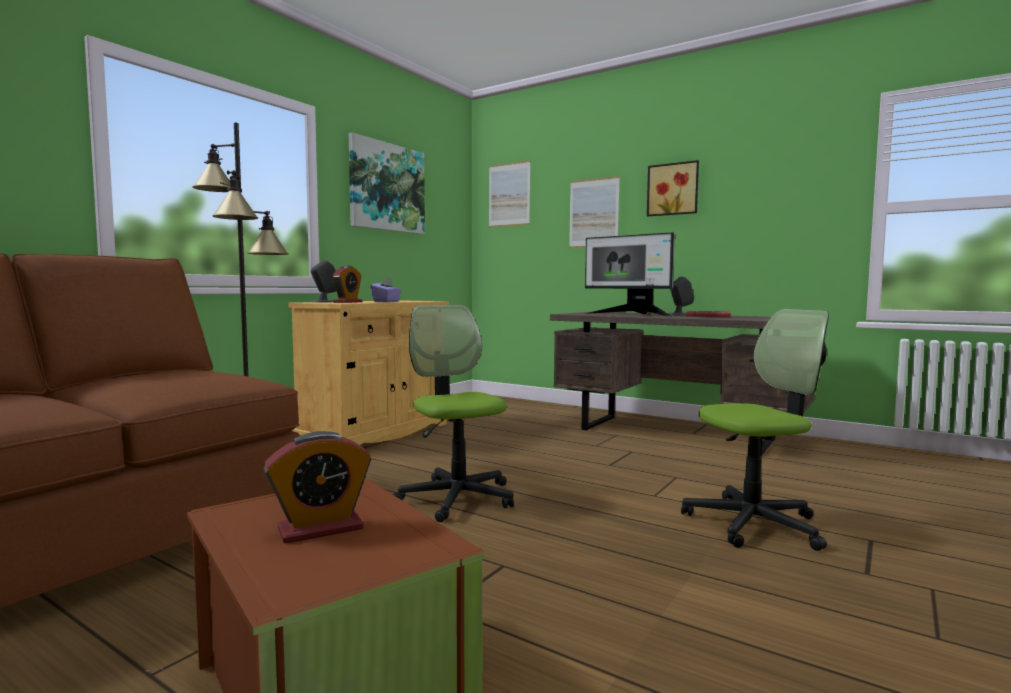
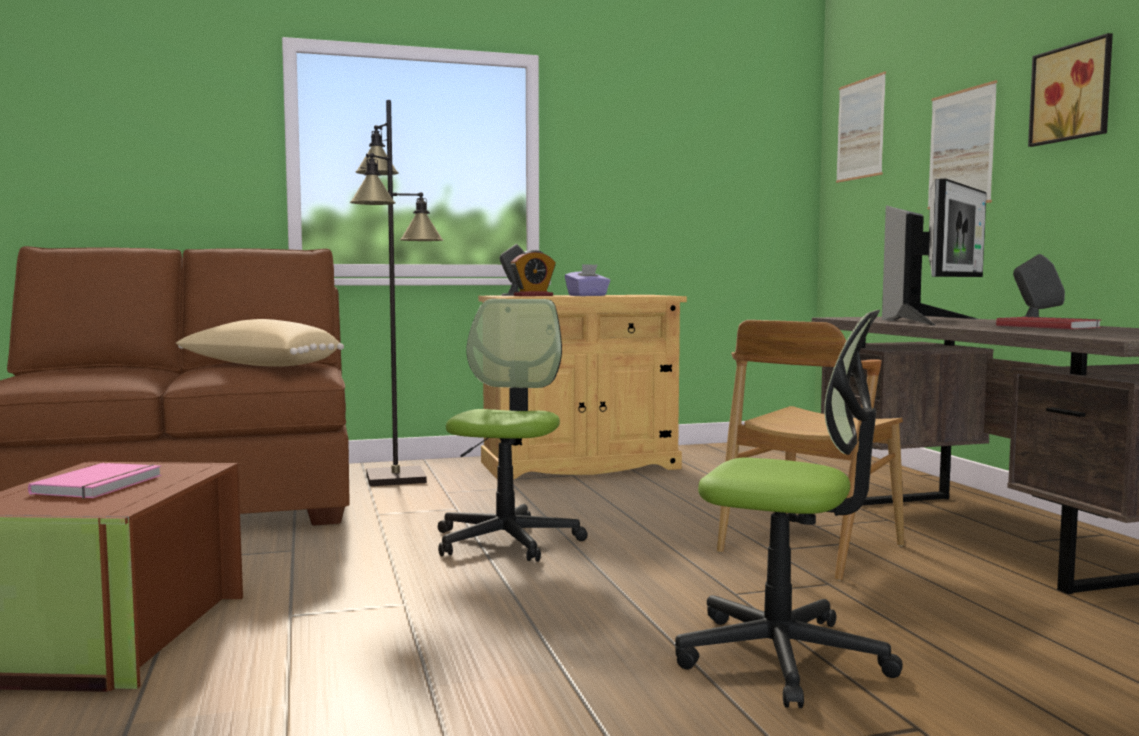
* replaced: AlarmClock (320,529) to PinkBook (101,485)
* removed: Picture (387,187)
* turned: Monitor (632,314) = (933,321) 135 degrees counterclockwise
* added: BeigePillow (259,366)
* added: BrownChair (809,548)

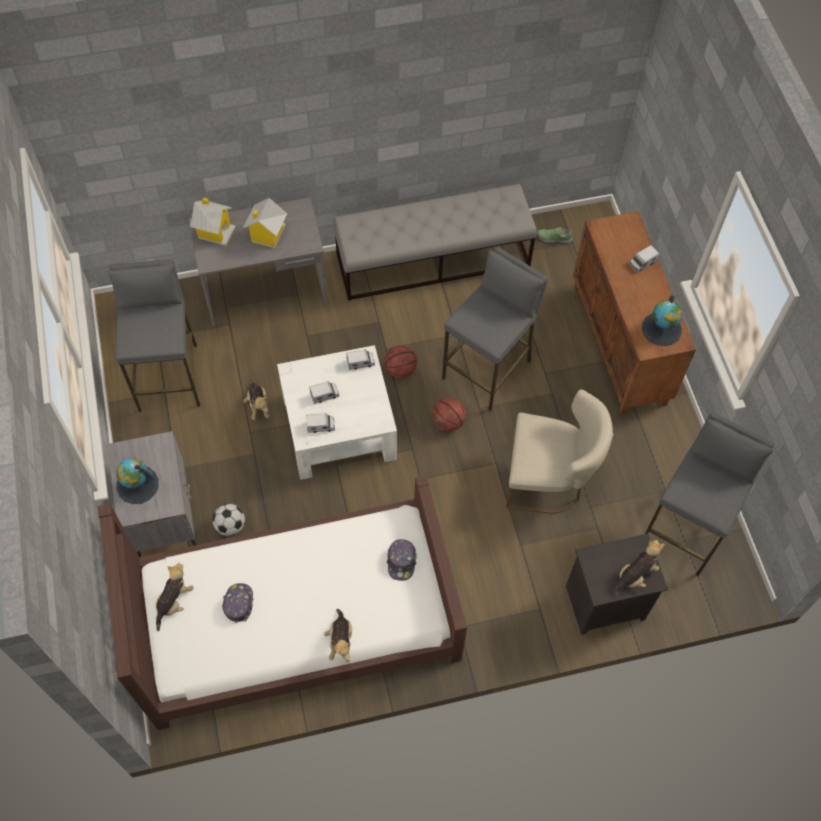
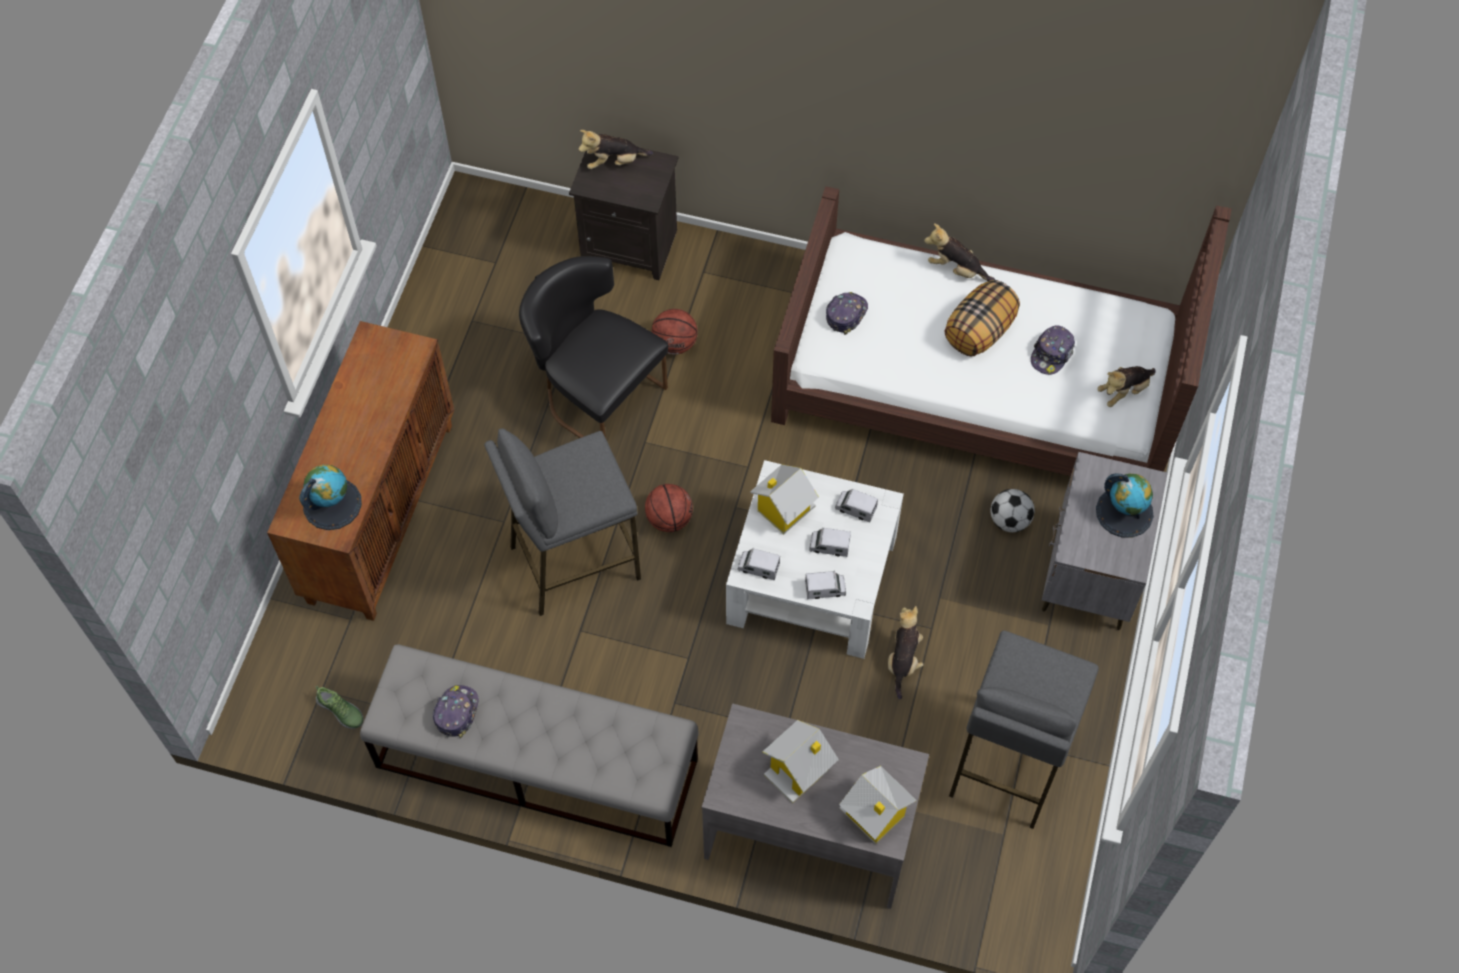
* turned: PlushToy (340,641) = (956,269) 90 degrees counterclockwise
* moved: Basketball (400,370) to (675,344)
* recoloured: BeigeChair (549,480) to BlackChair (595,393)
* moved: ToyTruck (642,263) to (825,589)
* moved: Globe (662,329) to (332,503)
* removed: GreyStool (686,528)
* added: Cap (456,712)
* added: ToyHouse (783,510)
* added: Pillow (979,332)

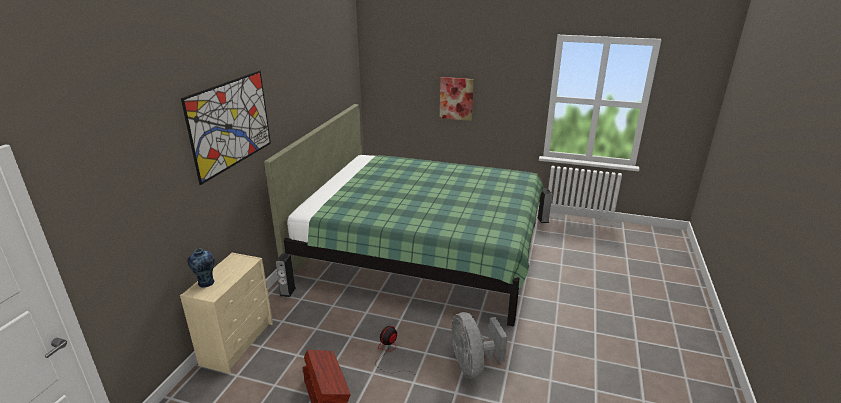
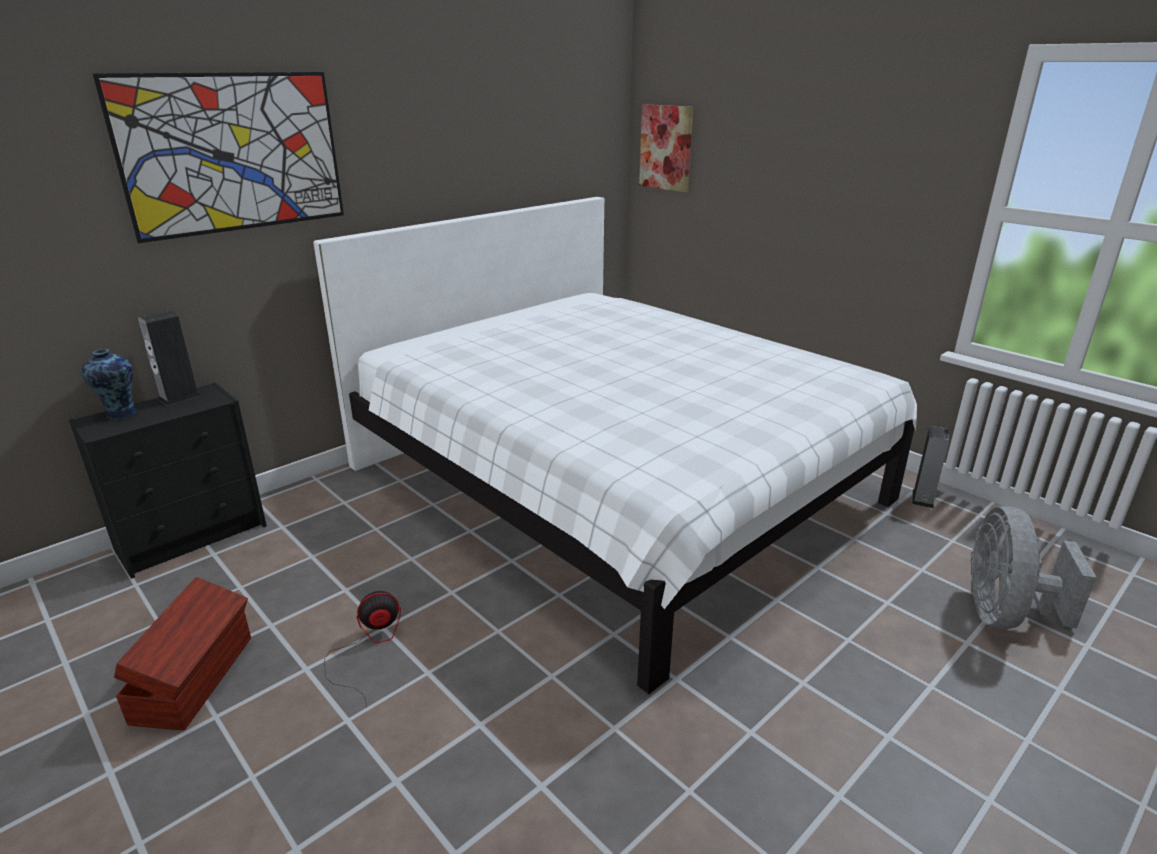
* recoloured: BeigeDresser (238,343) to BlackDresser (194,537)
* recoloured: GreenBed (422,250) to WhiteBed (614,484)
* moved: Speaker (288,291) to (179,397)
* moved: Picture (456,98) to (666,148)
* moved: GreyFan (473,365) to (1004,614)

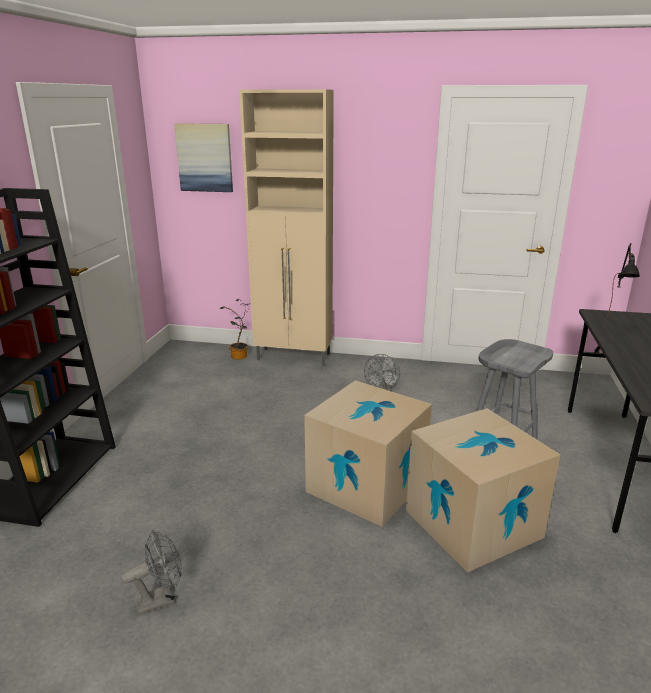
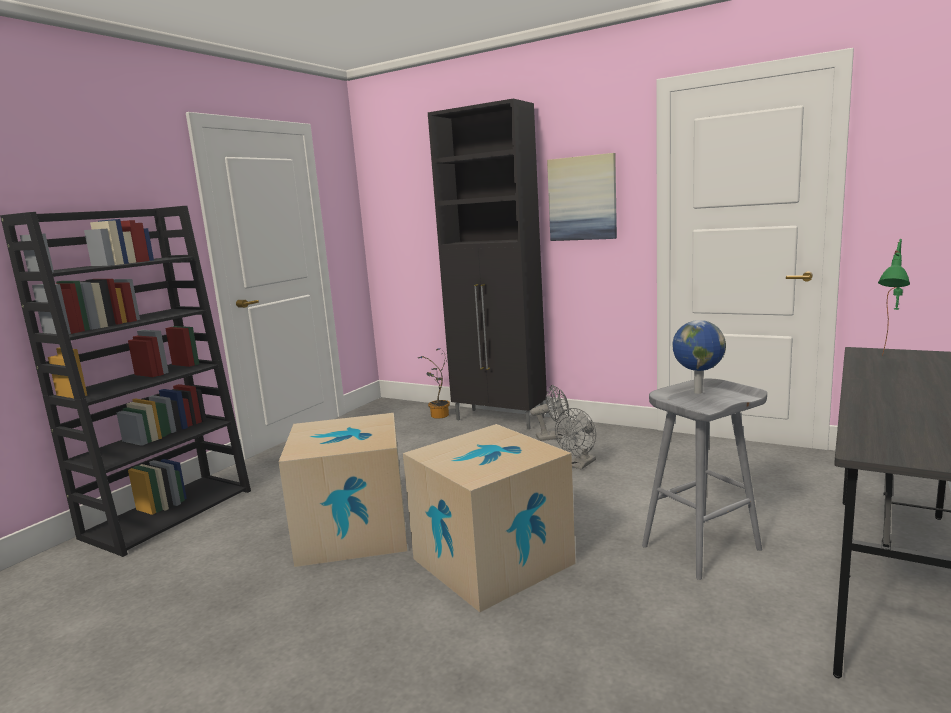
* moved: GreyFan (161,599) to (553,437)
* moved: Picture (205,158) to (582,198)
* recoloured: BeigeCabinet (294,357) to BlackCabinet (500,419)
* moved: CardboardBox (472,523) to (353,531)
* recoloured: BlackTableLamp (615,324) to GreenTableLamp (890,362)
* added: Globe (696,392)

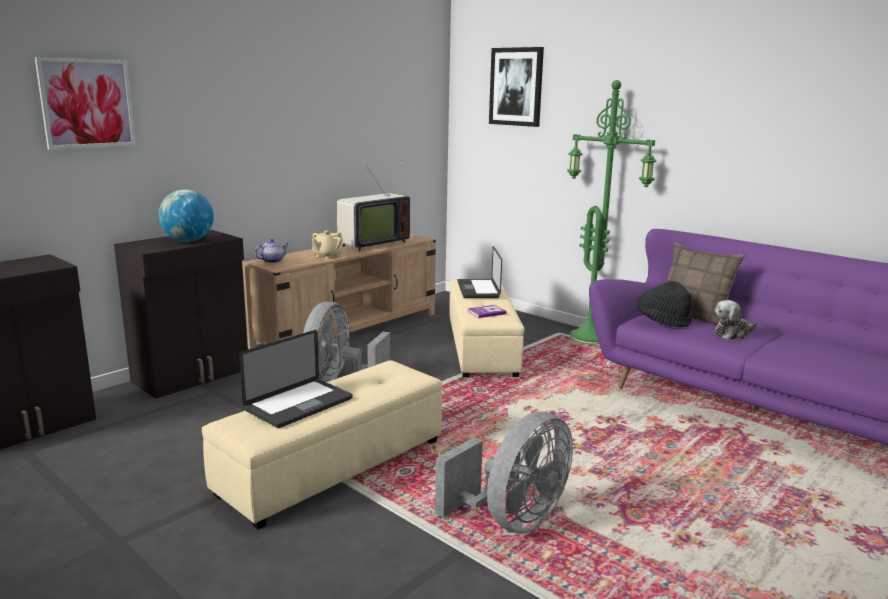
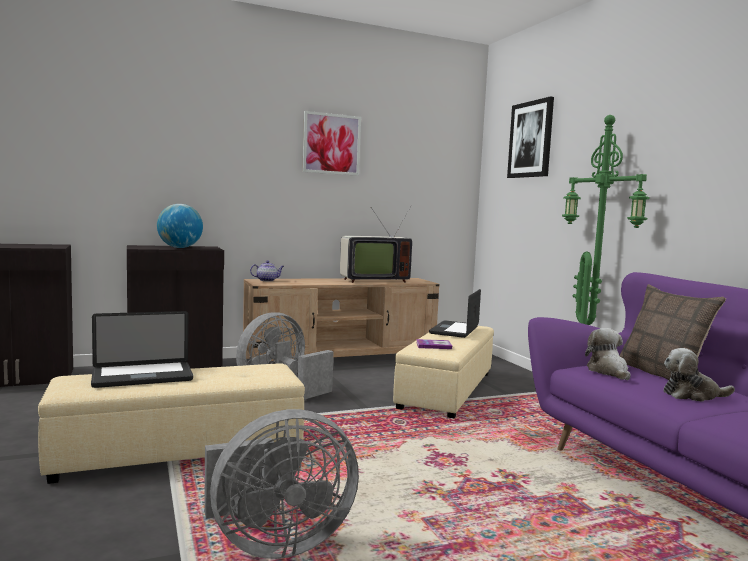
* moved: Picture (87,103) to (331,144)
* removed: BeigeTeapot (327,256)
* replaced: BlackHat (661,321) to PlushToy (608,371)

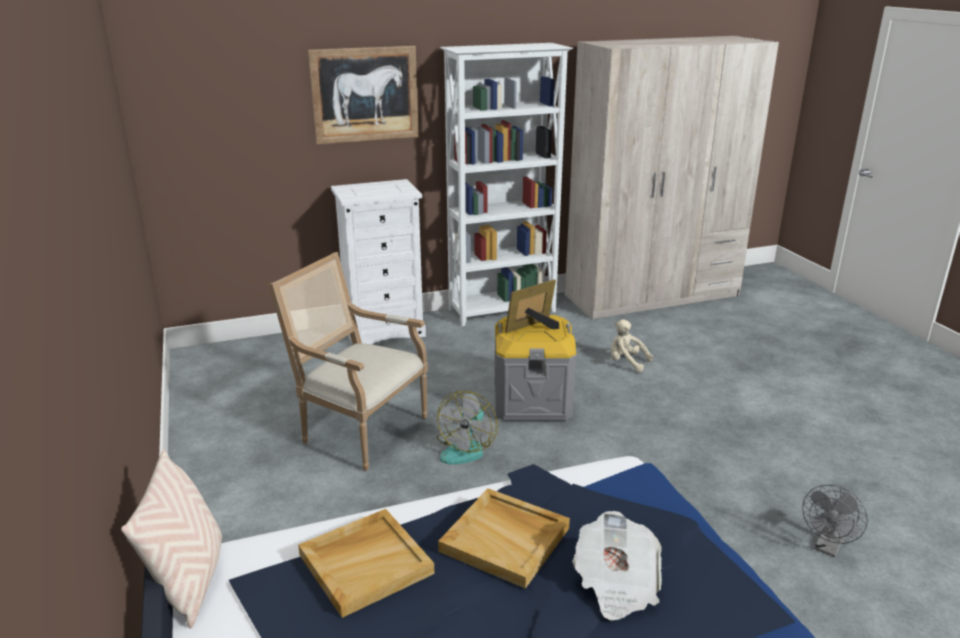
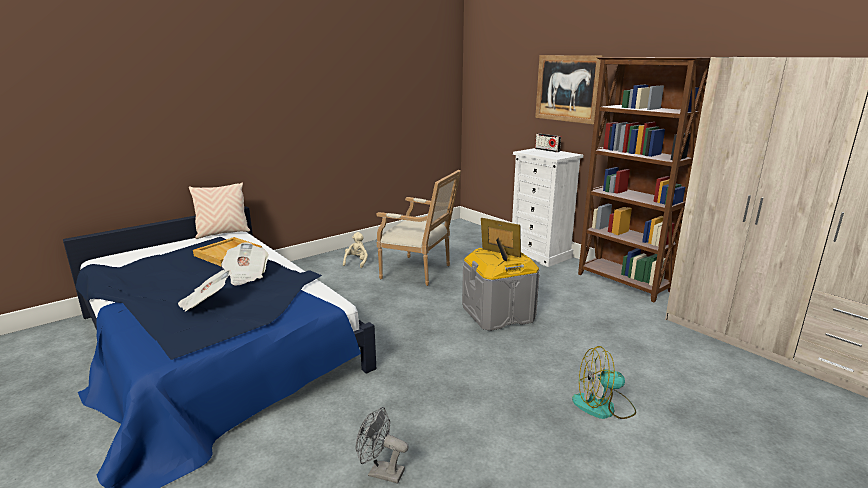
* turned: Armchair (359,430) = (420,272) 105 degrees clockwise
* moved: Fan (466,448) to (603,406)
* replaced: BeigeTray (506,539) to Newspaper (246,275)
* recoloured: WhiteBookcase (503,311) to BrownBookcase (623,283)
* moved: BeigePlushToy (626,362) to (356,262)
* added: Radio (547,150)

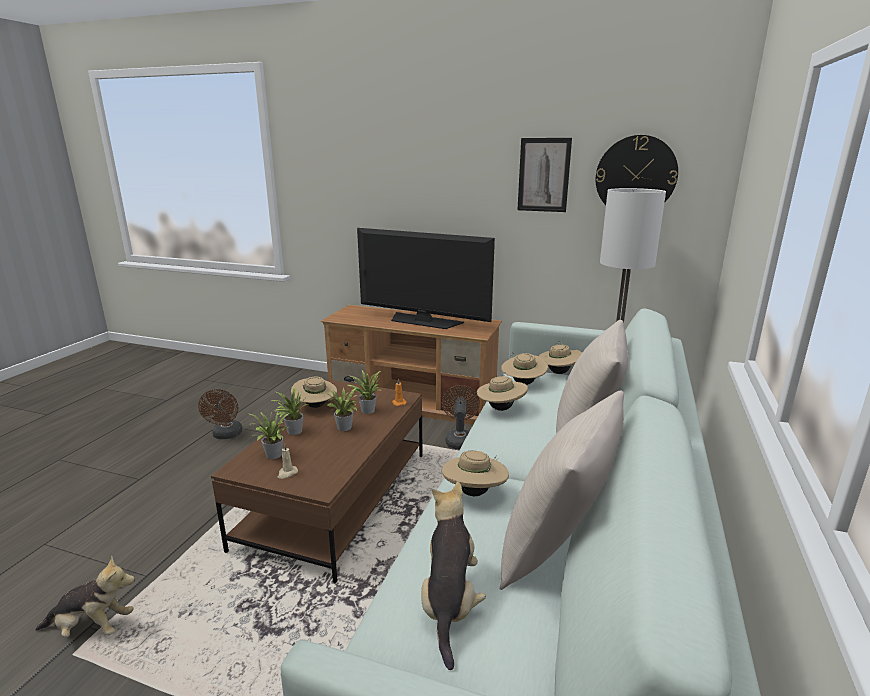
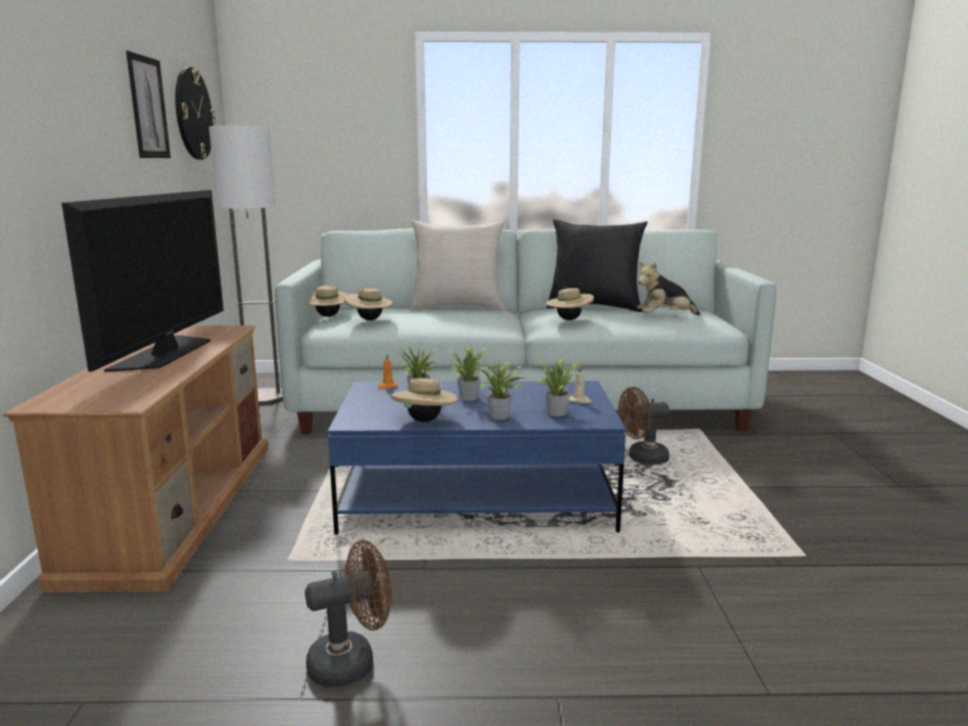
* removed: PlushToy (92,627)
* recoloured: BrownCoffeeTable (336,498) to BlueCoffeeTable (477,499)
* moved: BrownFan (459,439) to (642,459)
* removed: BeigeHat (501,408)
* recoloured: BeigePillow (557,547) to BlackPillow (594,307)

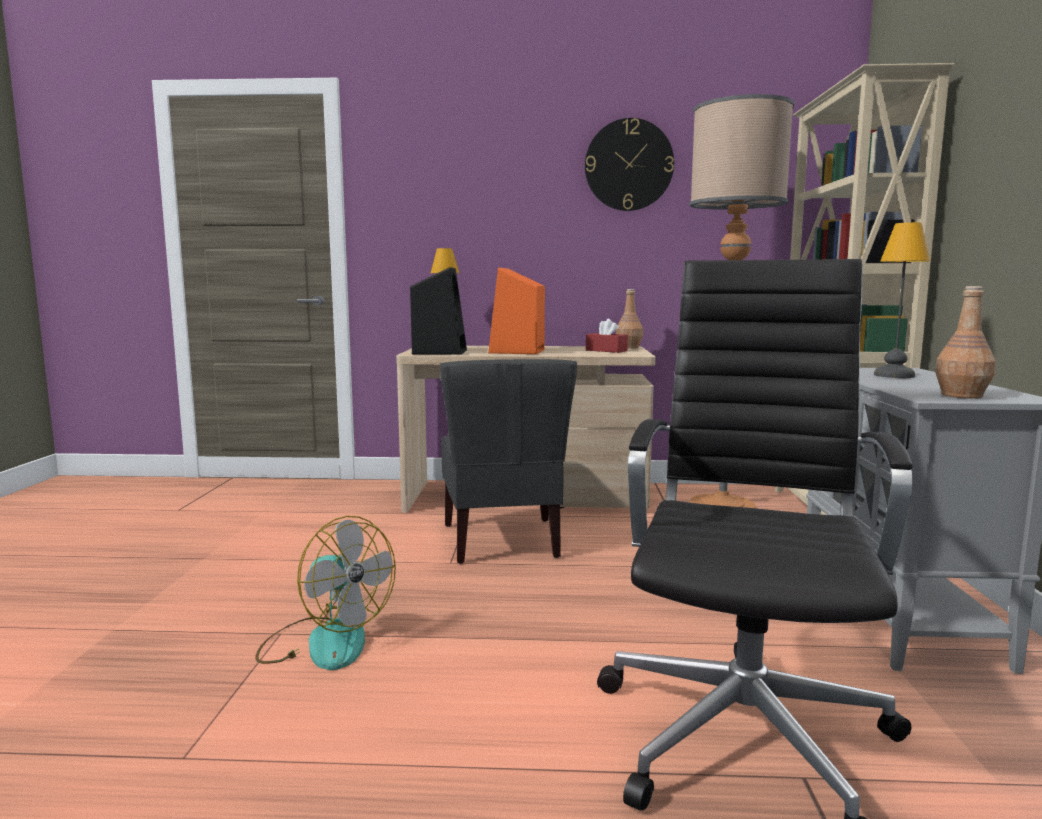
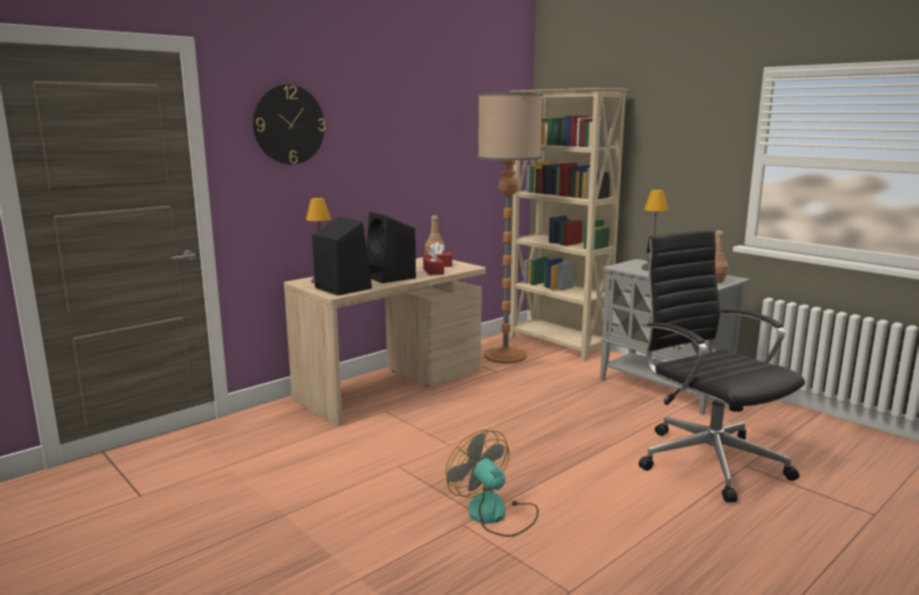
* turned: Fan (325,641) = (495,514) 120 degrees counterclockwise
* removed: GreyChair (502,541)
* recoloured: OrangeSpeaker (517,351) to BlackSpeaker (391,277)
* moved: WallClock (629,165) to (289,125)
* added: RedTissueBox (433,271)

